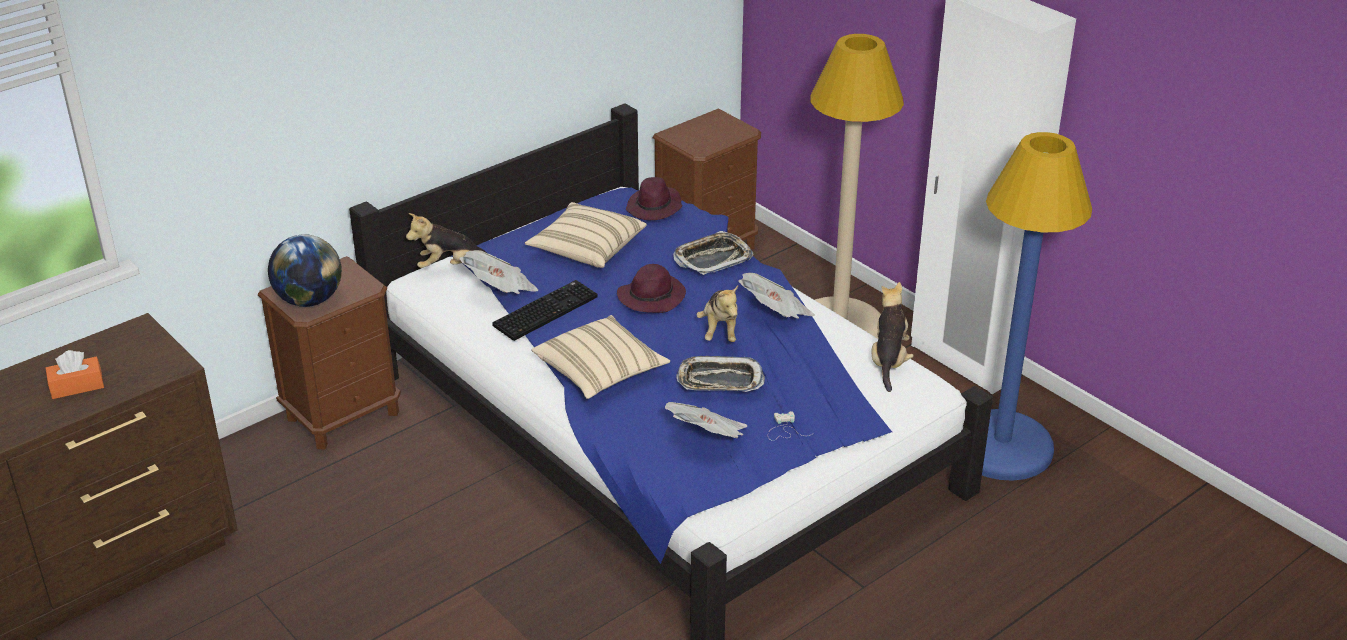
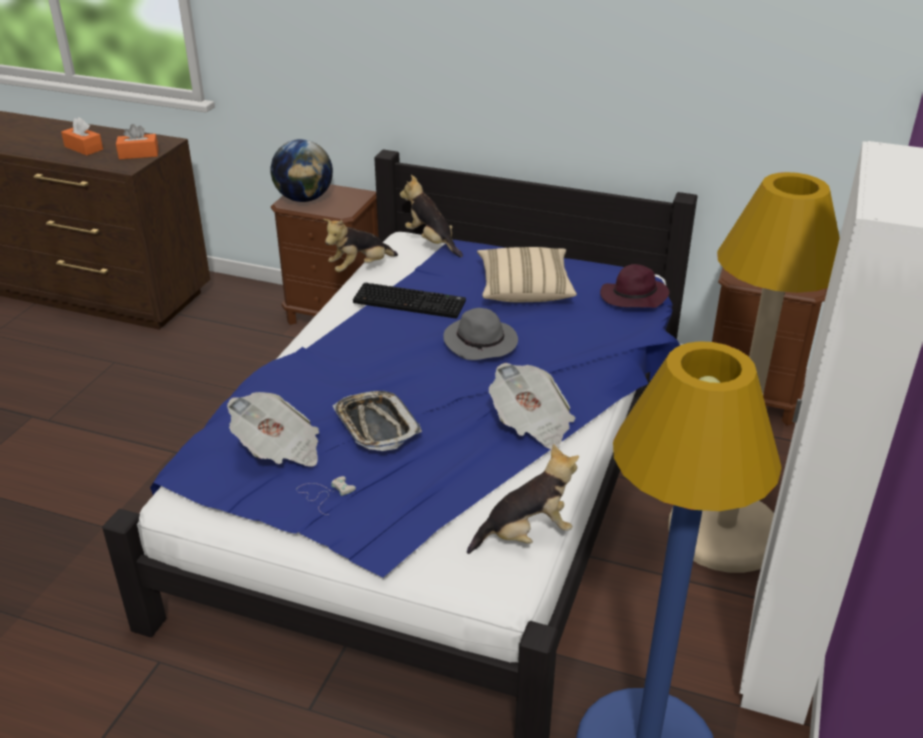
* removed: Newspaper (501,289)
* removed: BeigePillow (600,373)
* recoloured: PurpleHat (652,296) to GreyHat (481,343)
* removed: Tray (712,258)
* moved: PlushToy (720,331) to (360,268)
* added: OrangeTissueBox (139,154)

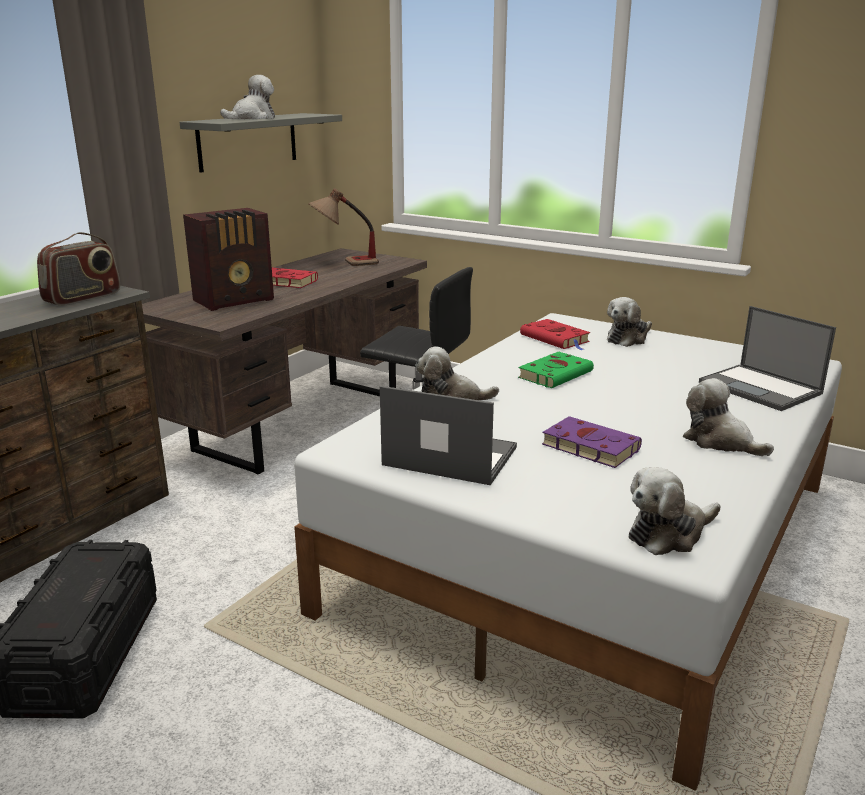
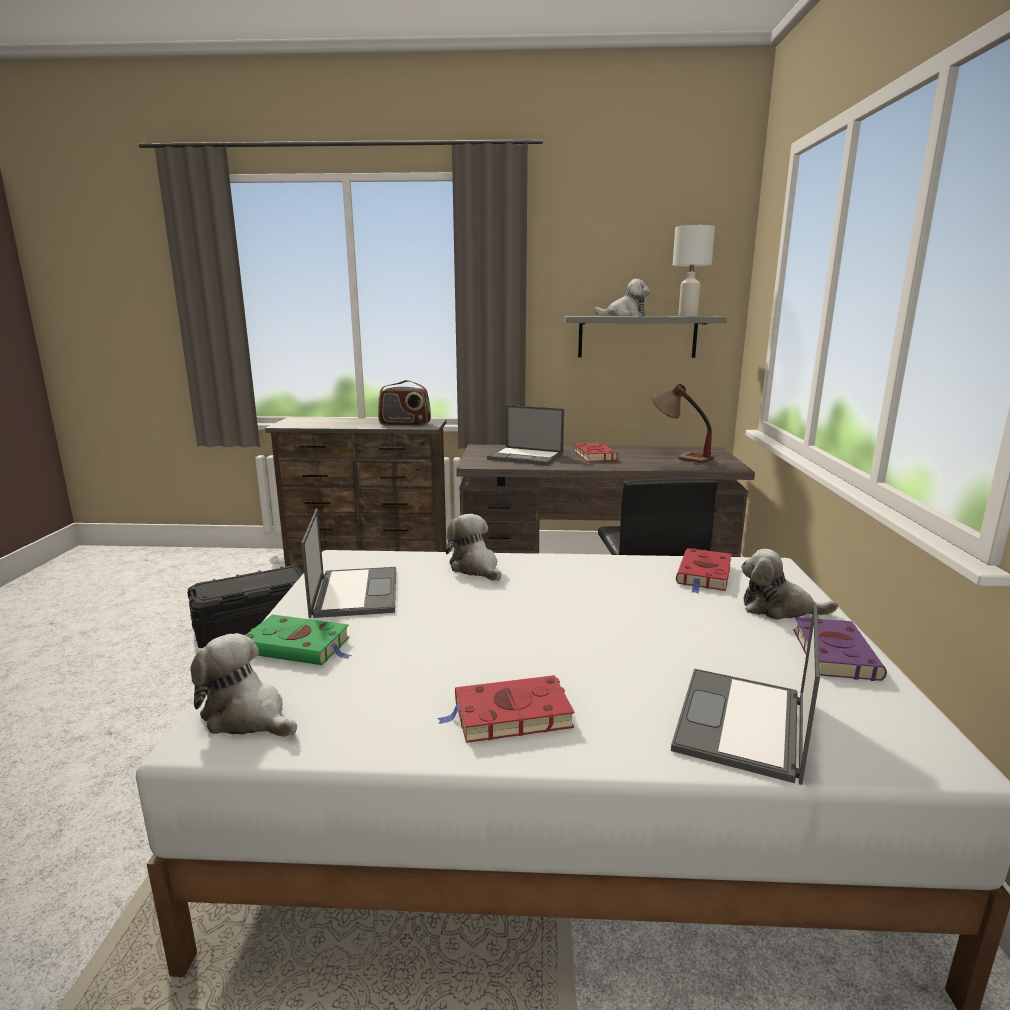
* replaced: Radio (236,300) to Laptop (526,457)
* moved: GreenBook (556,374) to (299,646)
* moved: PurpleBook (587,446) to (833,652)
* replaced: PlushToy (720,442) to RedBook (509,715)
* added: WhiteTableLamp (687,316)

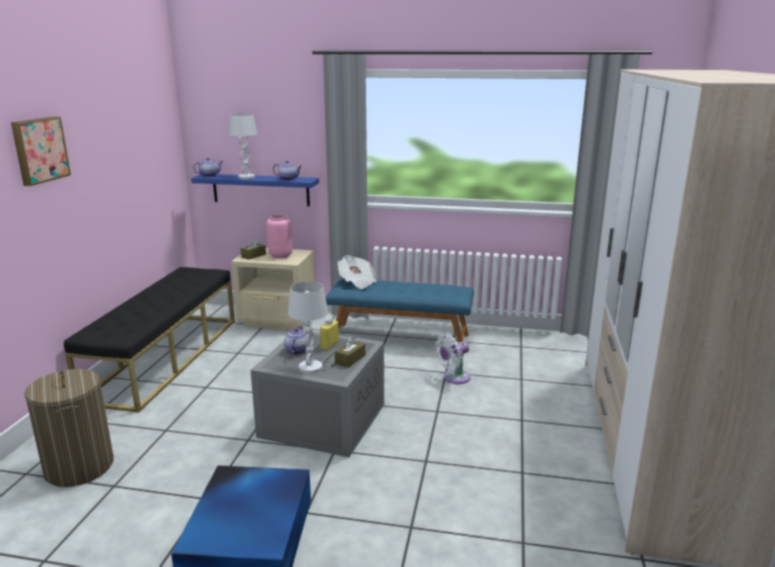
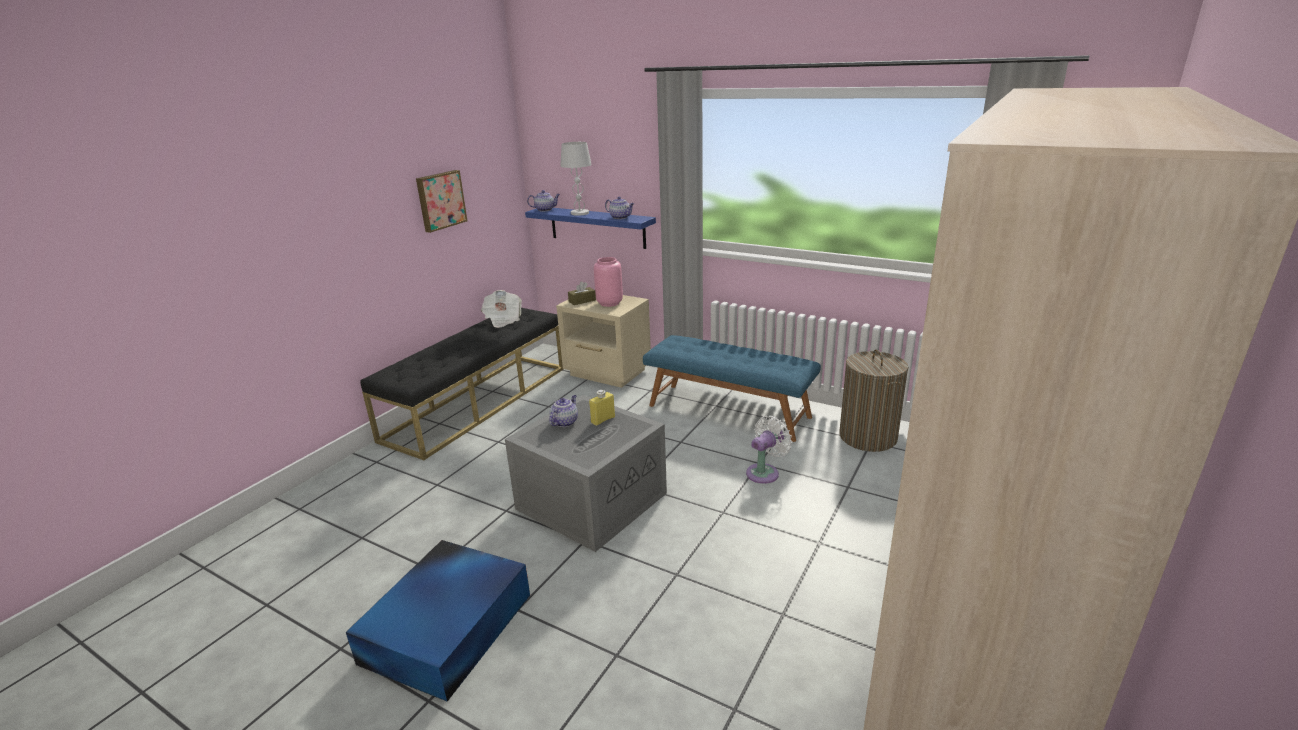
* moved: Picture (39,150) to (440,200)
* moved: LaundryBasket (79,467) to (868,437)
* removed: WhiteTableLamp (310,368)
* removed: BrownTissueBox (350,359)
* moved: Newspaper (357,282) to (503,319)
* turned: WhiteFan (454,378) = (765,472) 150 degrees clockwise

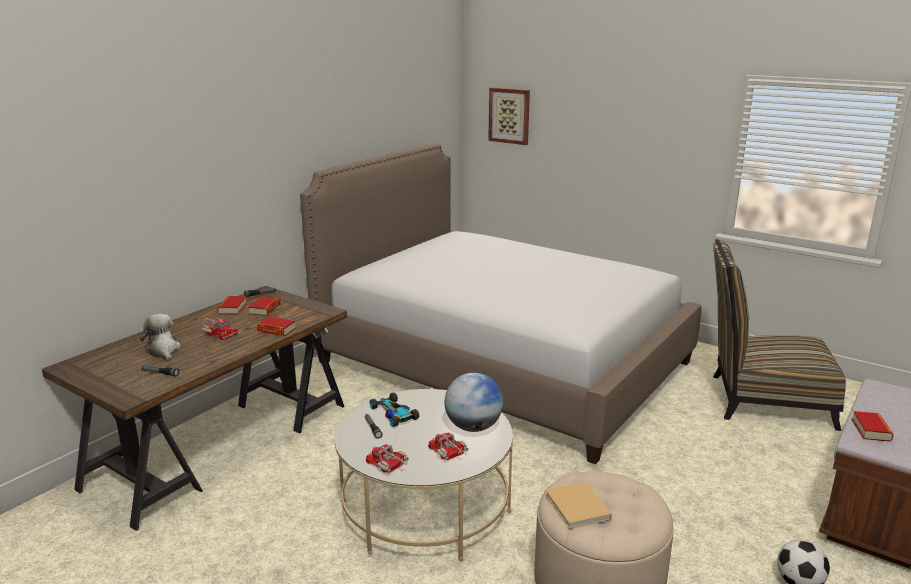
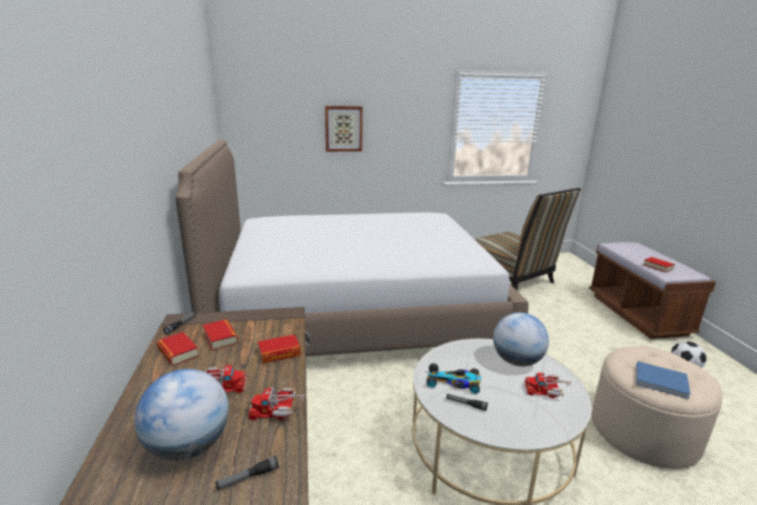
* replaced: PlushToy (163,351) to Globe (189,446)
* moved: ToyTruck (389,466) to (278,410)
* moved: Picture (509,115) to (343,128)
* recoloured: BeigeBook (578,508) to BlueBook (663,381)
* turned: Chair (762,400) = (513,279) 90 degrees counterclockwise

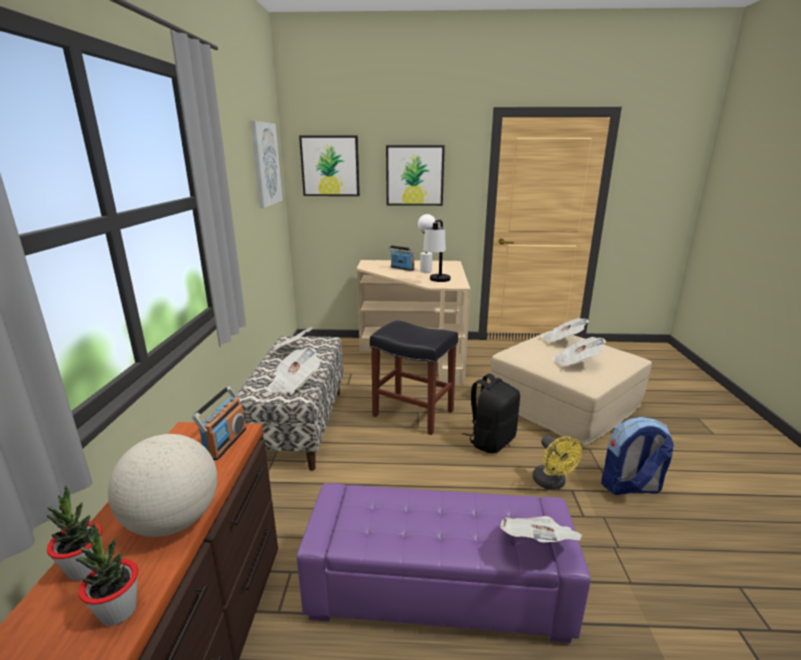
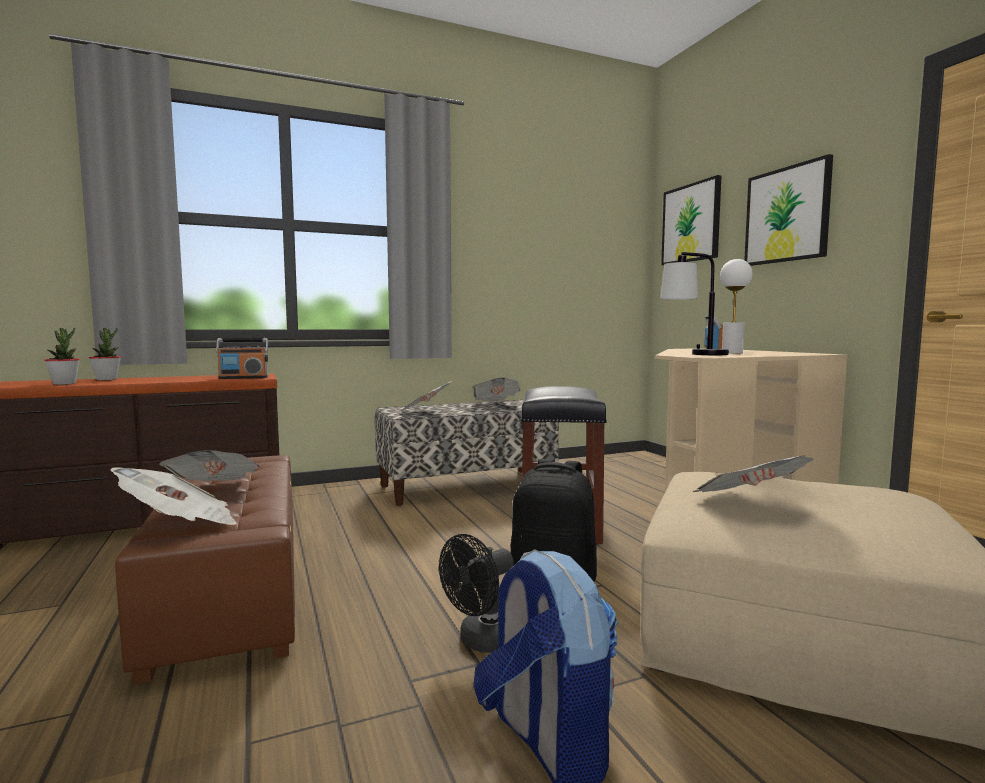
* removed: Globe (174,521)
* removed: Picture (265,164)
* recoloured: PurpleOttoman (438,587) to BrownOttoman (233,588)
* recoloured: YellowFan (552,483) to BlackFan (482,642)
* moved: Newspaper (562,340) to (215,491)

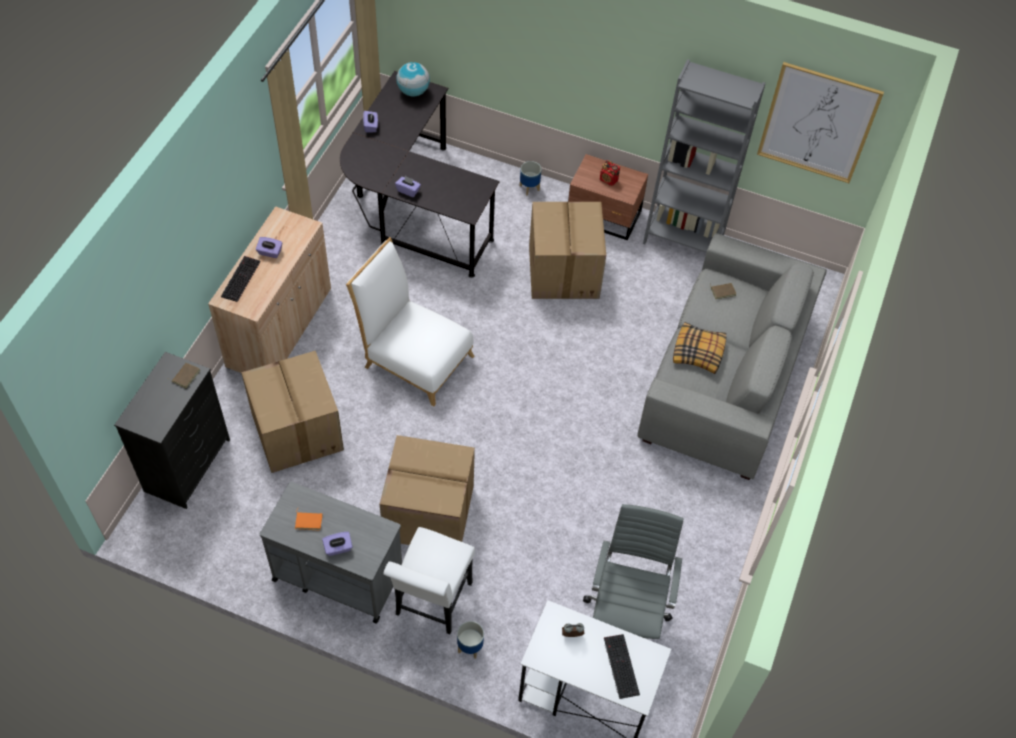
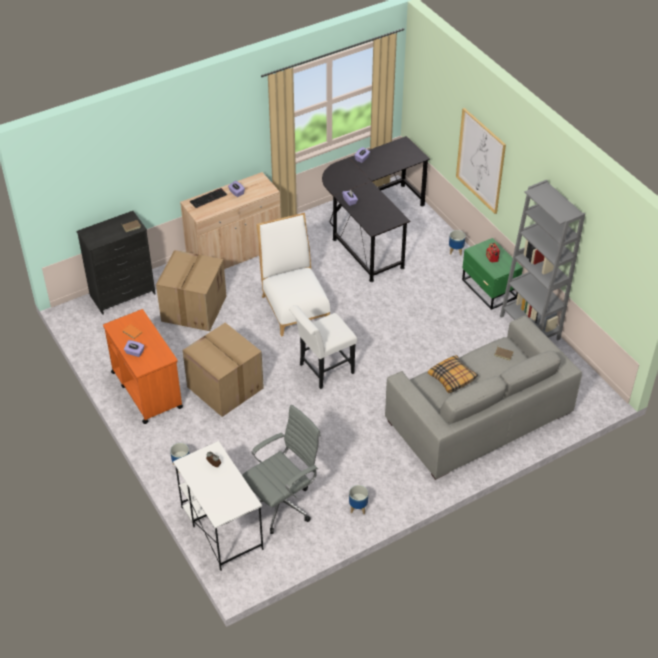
* recoloured: GreyCart (337,575) to OrangeCart (146,389)
* moved: WhiteChair (431,603) to (323,370)
* removed: Globe (413,91)
* removed: CardboardBox (565,272)
* recoloured: BrownNightstand (604,217) to GreenNightstand (489,289)
* removed: Keyboard (620,665)
* moved: Picture (817,123) to (480,161)
* added: Planter (358,508)

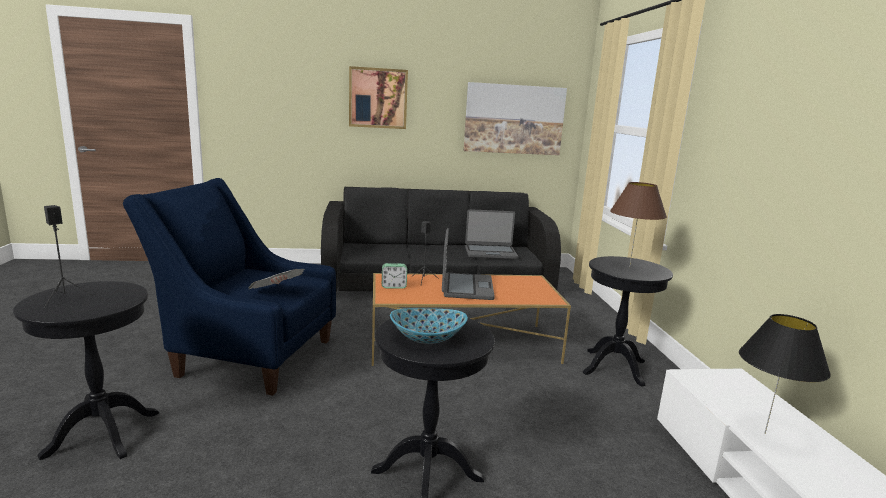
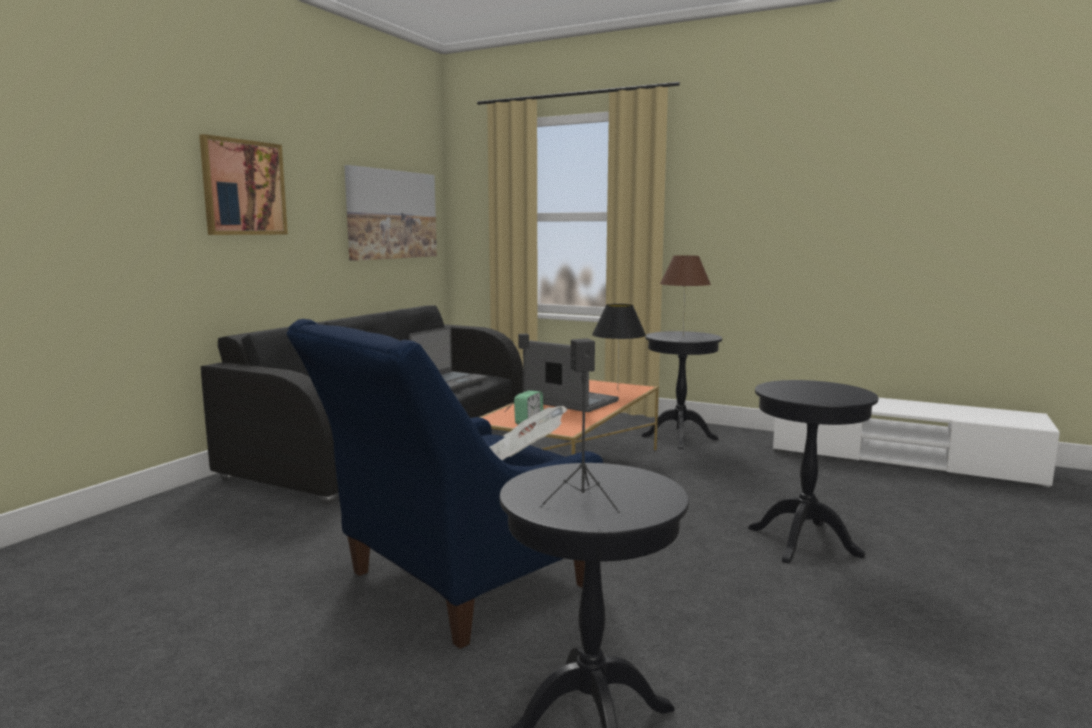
* removed: Bowl (427,338)
* moved: BlackTableLamp (765,433) to (618,389)

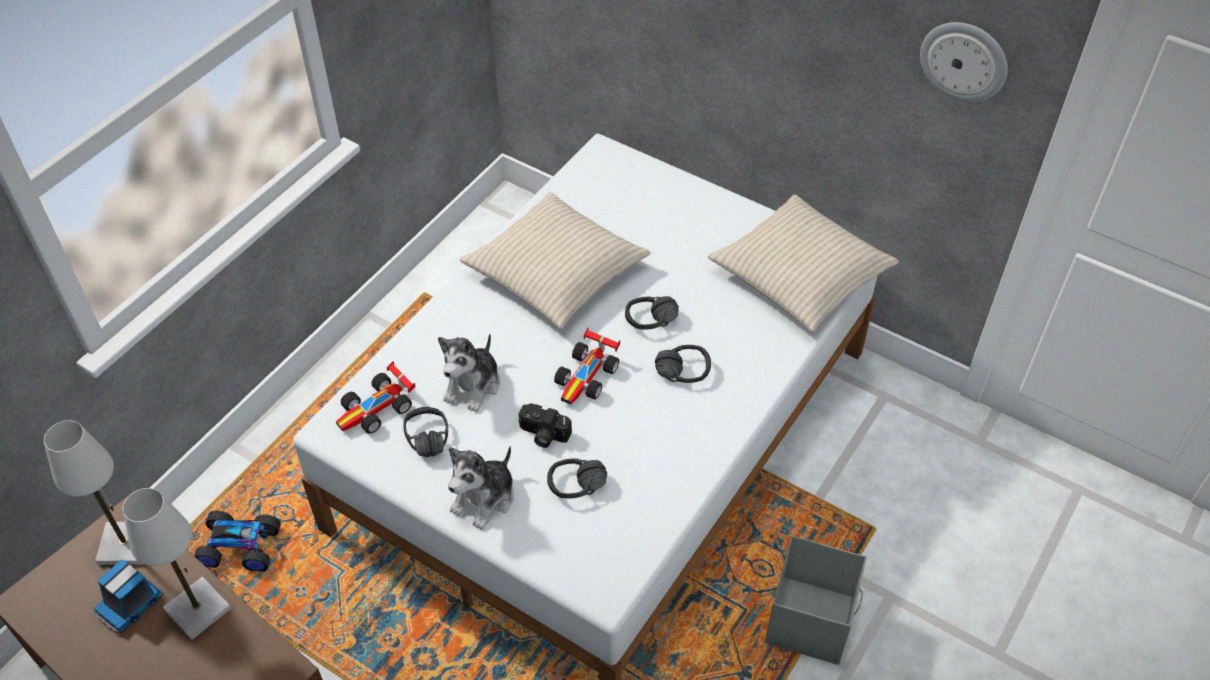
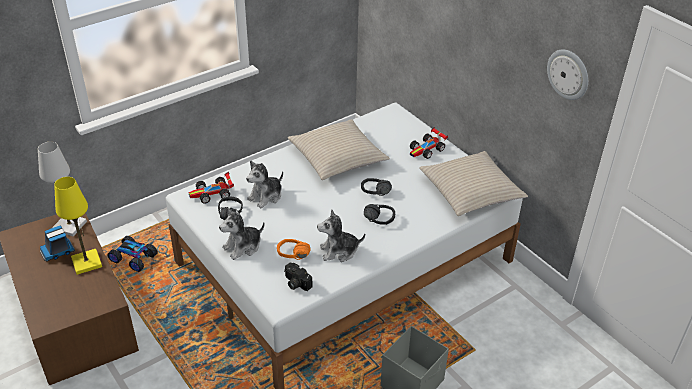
* recoloured: WhiteTableLamp (198,609) to YellowTableLamp (87,262)
* moved: PhotoCamera (542,434) to (295,283)
* recoloured: BlackHeadphones (578,492) to OrangeHeadphones (292,257)
* moved: ToyCar (587,377) to (427,150)
* added: PlushToy (339,251)

